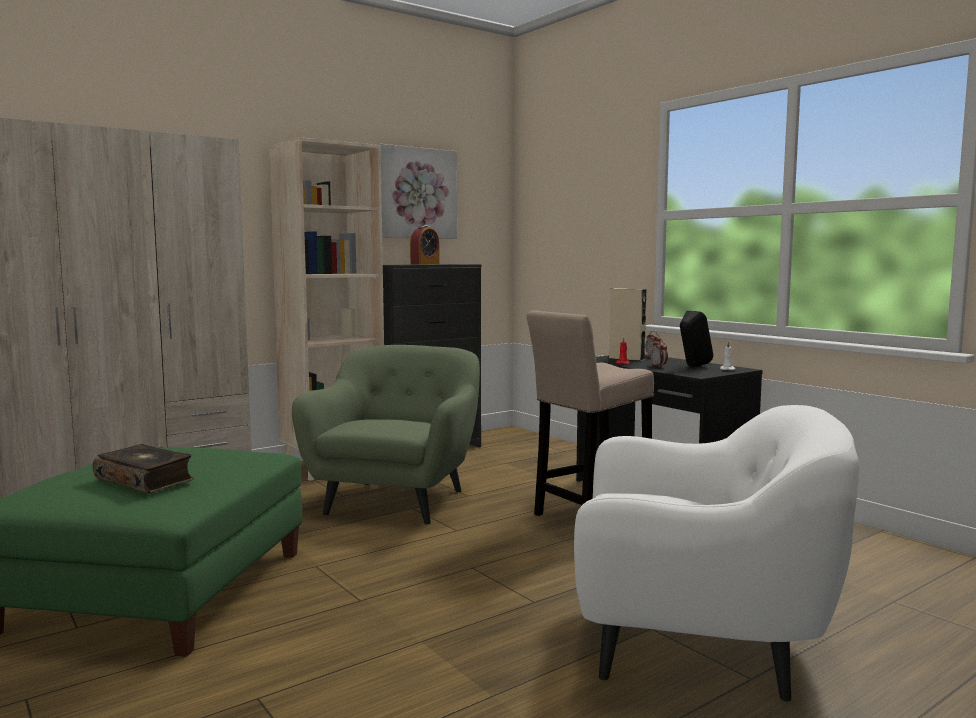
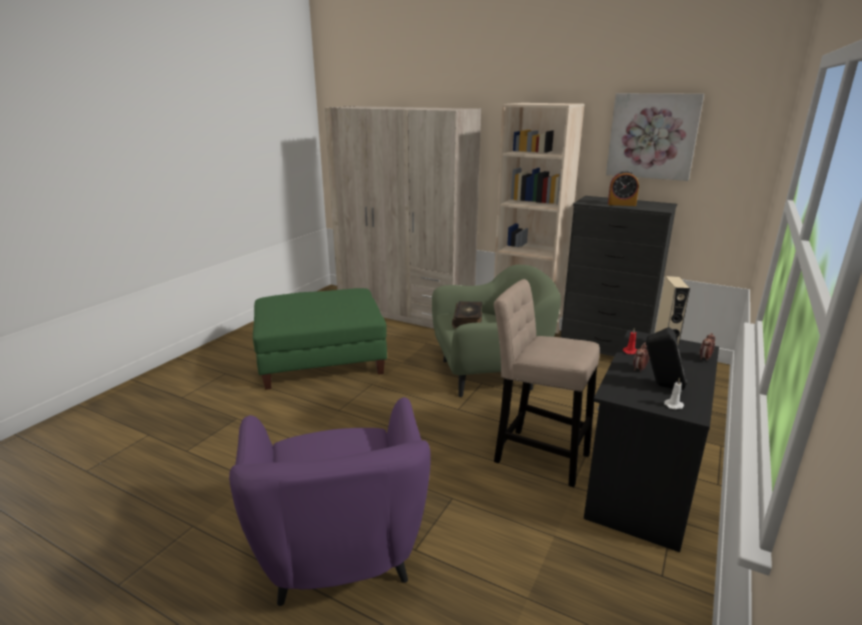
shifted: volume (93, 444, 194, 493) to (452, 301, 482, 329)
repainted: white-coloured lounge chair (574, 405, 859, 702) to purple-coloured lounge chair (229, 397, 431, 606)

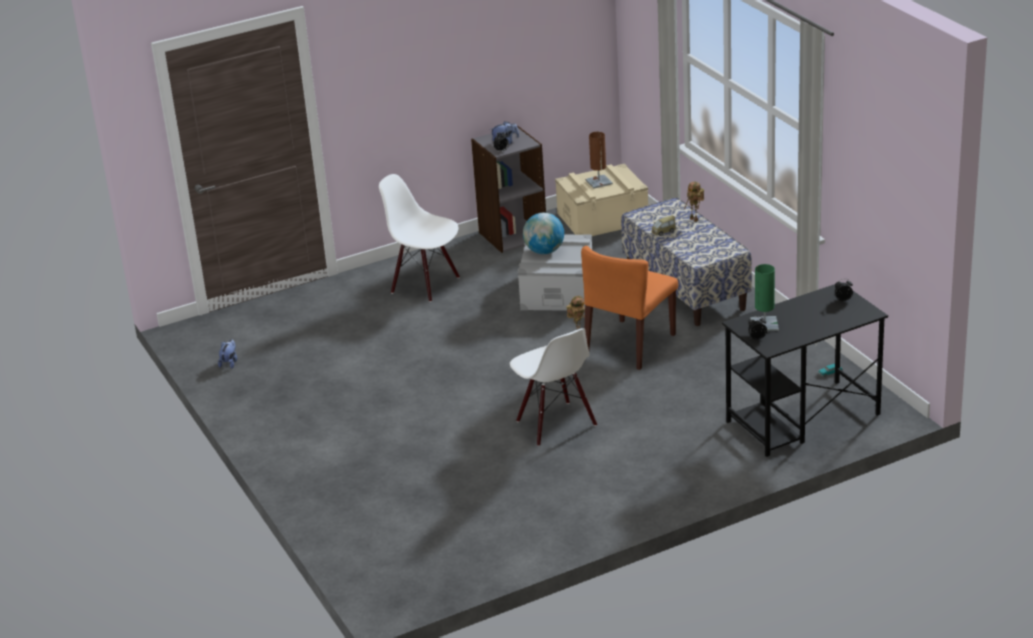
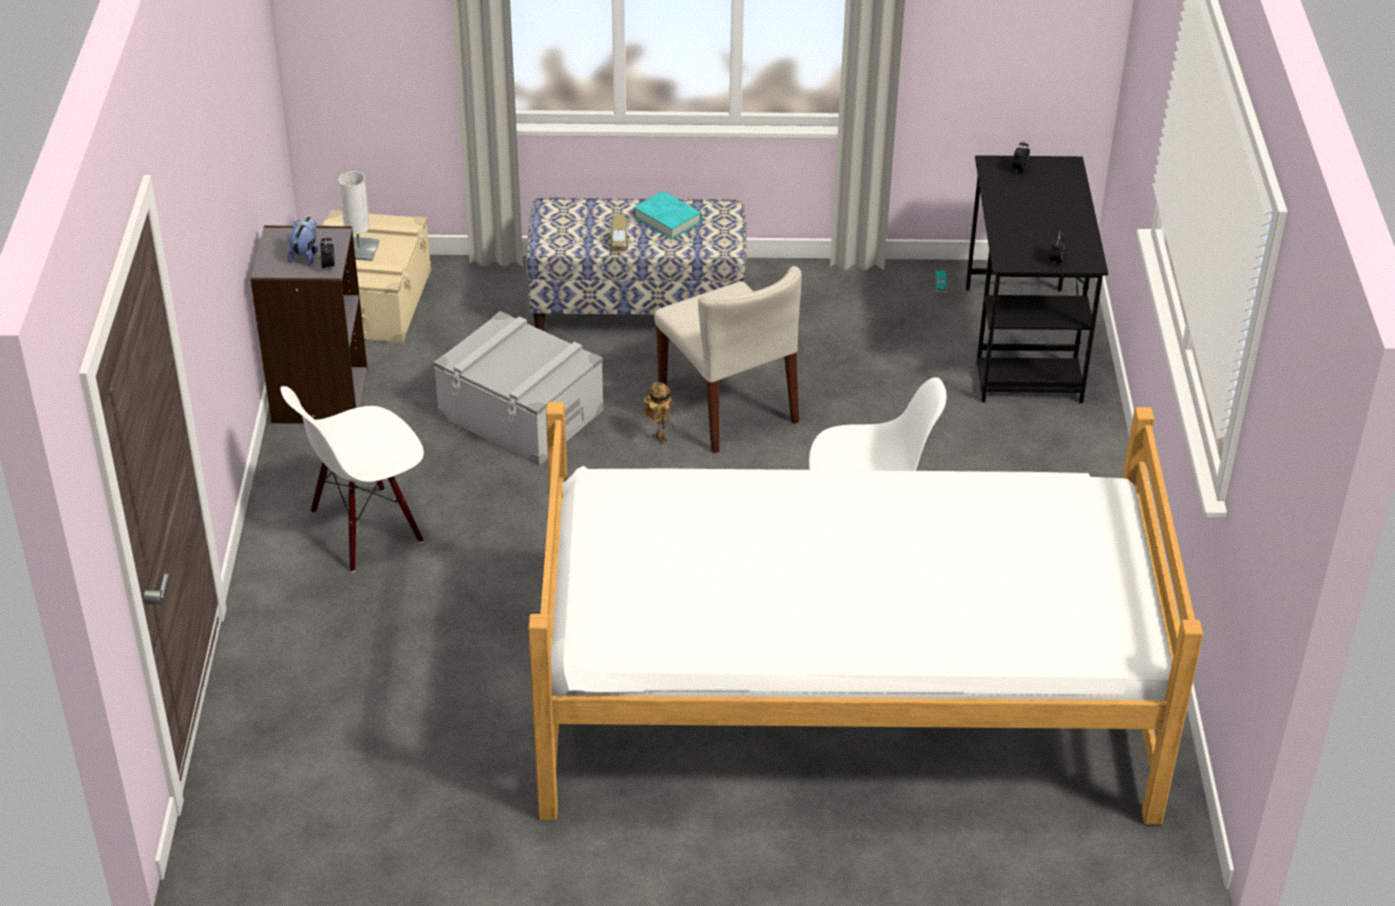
gone: soft toy (218, 339, 237, 368); world globe (523, 213, 564, 254); model robot (685, 182, 704, 222); greenish table lamp (750, 264, 779, 331)
new: sleeping bed (528, 402, 1203, 825); turquoise volume (634, 191, 702, 239)
repainted: brown-coloured table lamp (585, 132, 613, 189) to white-coloured table lamp (339, 171, 380, 261); orangey chair (581, 246, 678, 370) to beige chair (654, 266, 802, 453)

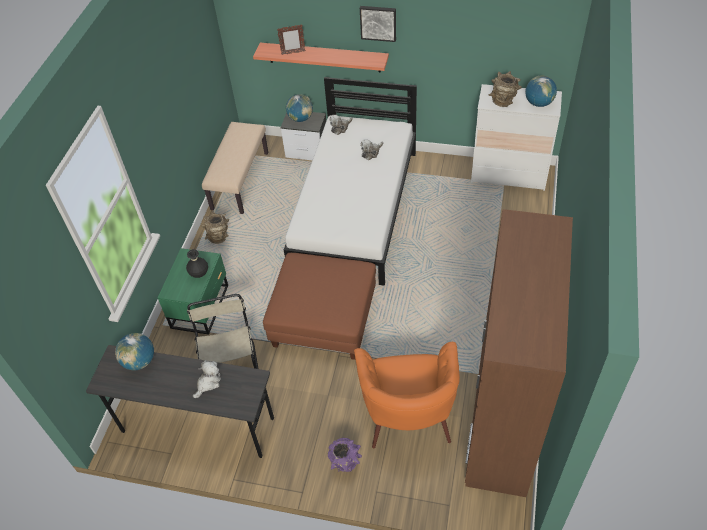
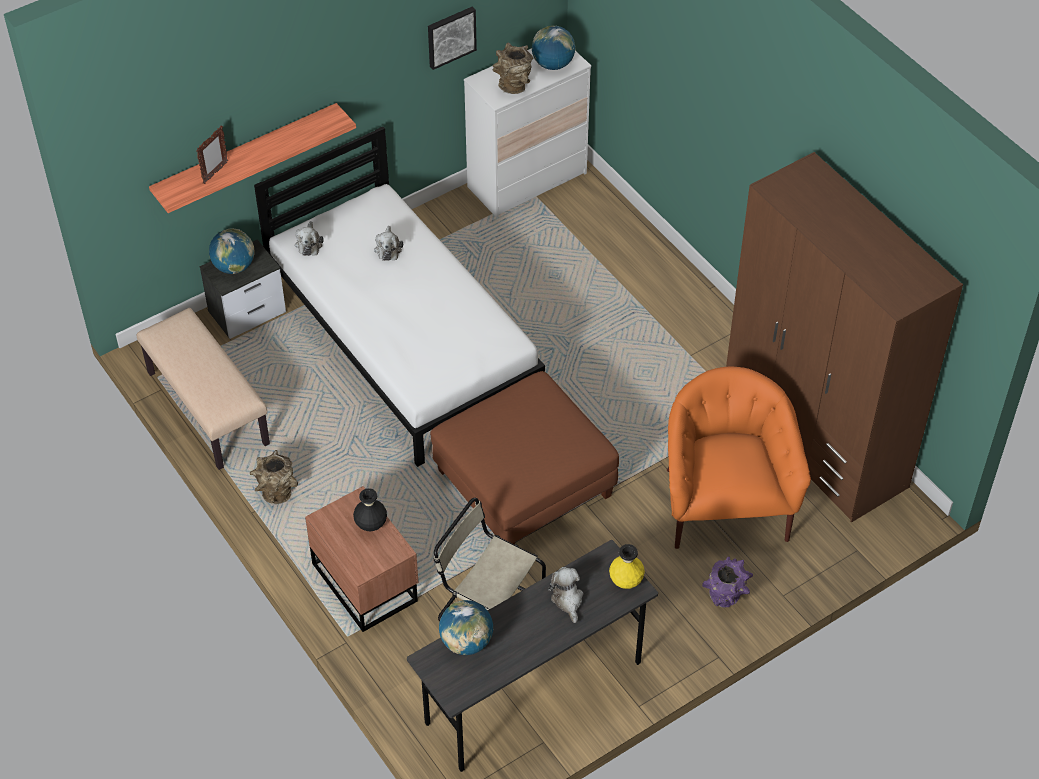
new: yellowish flower vase (609, 544, 645, 589)
shifted: wall art (360, 6, 396, 42) to (428, 7, 477, 70)
repainted: greenish night table (158, 248, 228, 335) to brown-coloured night table (305, 486, 419, 632)
rotated: orangey lounge chair (354, 342, 460, 449) = (667, 367, 811, 549) 135 degrees counterclockwise

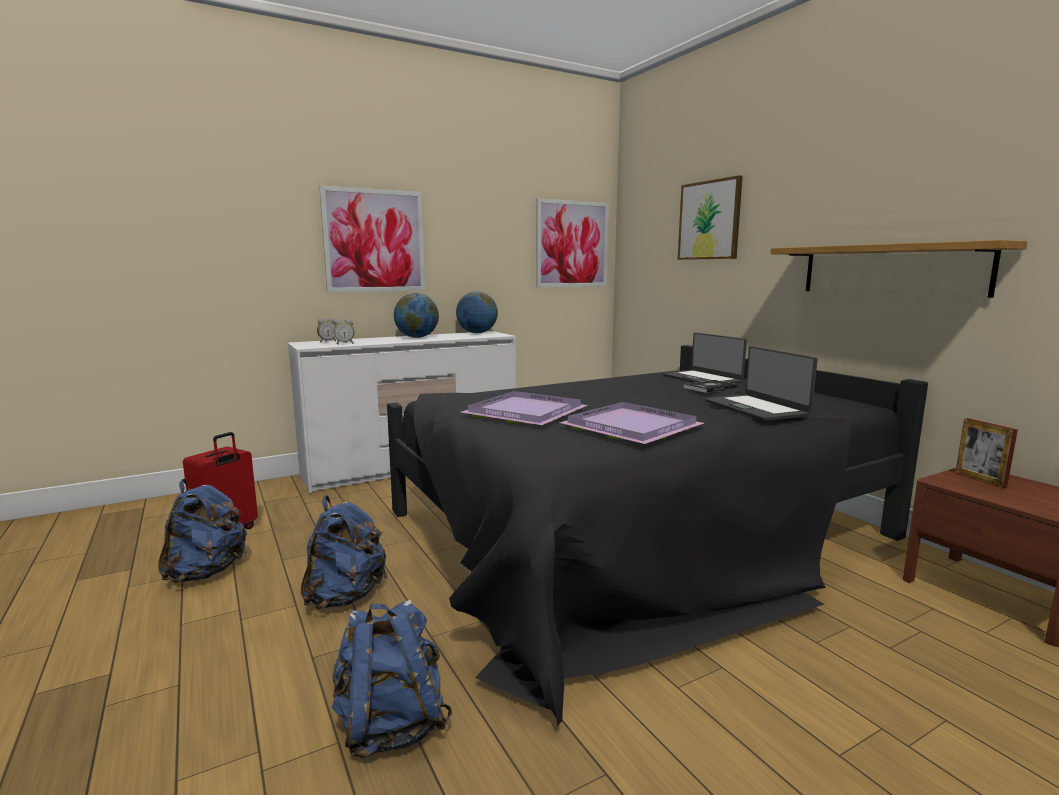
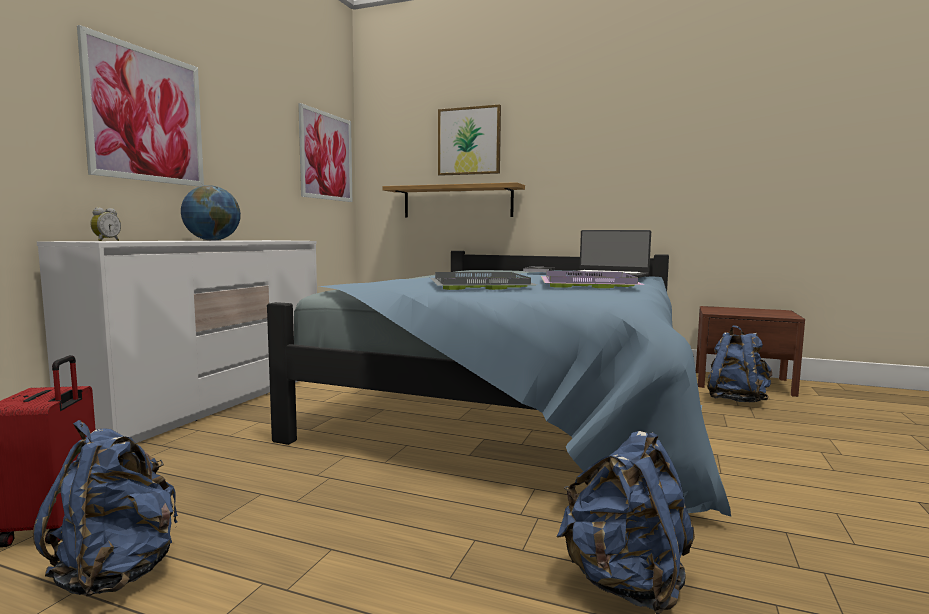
gone: bedside clock (334, 320, 355, 344); world globe (456, 291, 498, 333); laptop (663, 332, 747, 384); picture frame (955, 418, 1018, 488)
shifted: shelf (770, 240, 1027, 298) to (383, 182, 525, 217); blue-coloured rucksack (301, 495, 387, 609) to (707, 325, 772, 403)
repainted: black sleeping bed (387, 345, 928, 726) to blue-coloured sleeping bed (267, 251, 731, 517); purple-coloured serving tray (461, 391, 588, 425) to grey serving tray (430, 272, 537, 290)

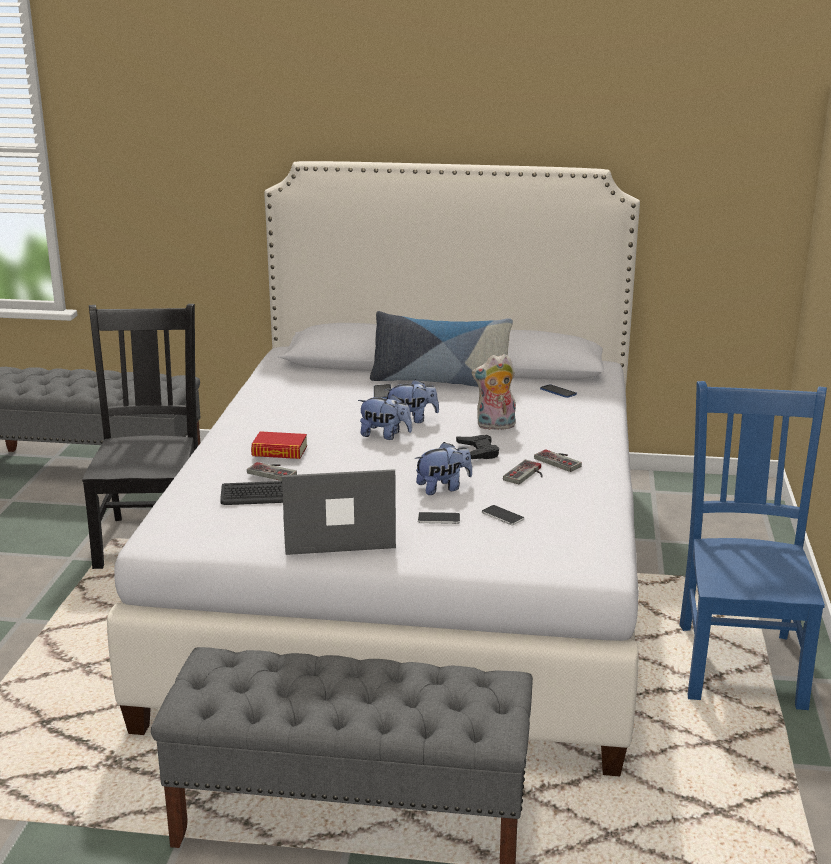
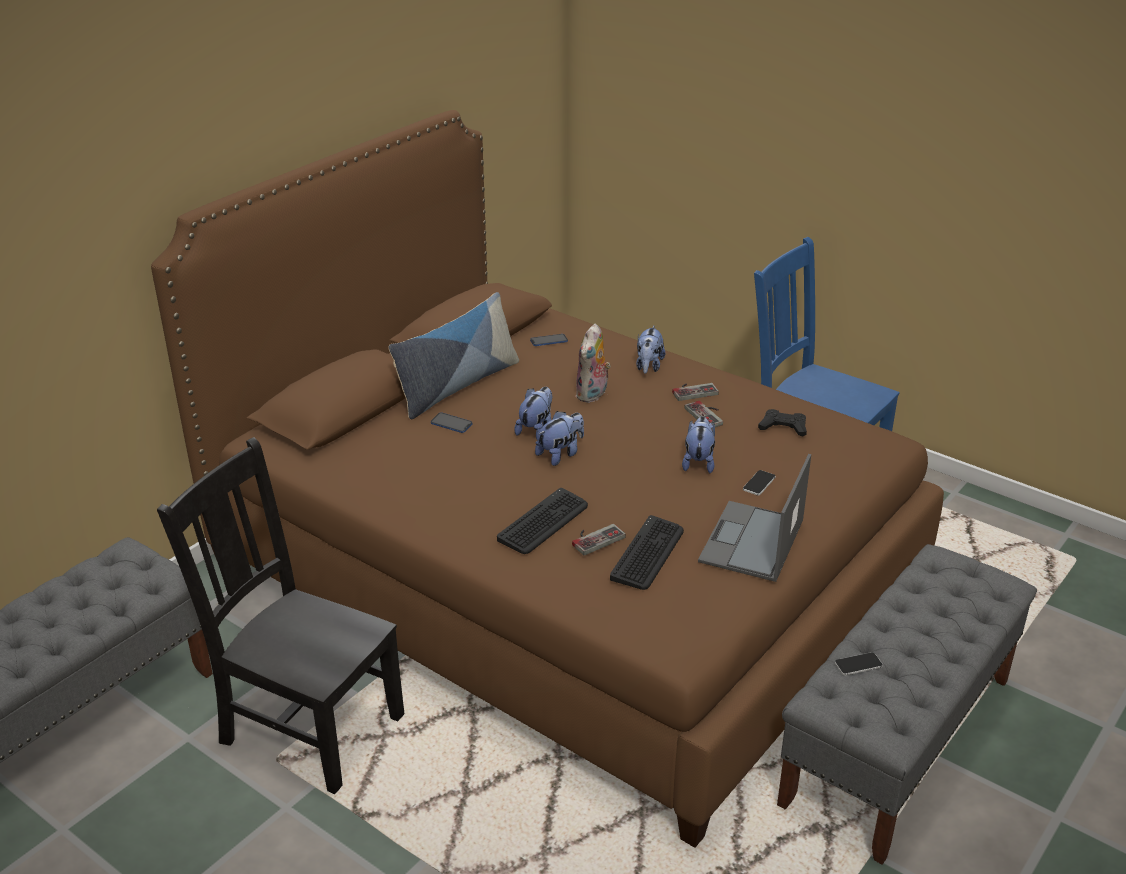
new: soft toy (636, 325, 665, 374)
shifted: black game controller (456, 435, 499, 459) to (758, 409, 807, 436); handset (482, 505, 524, 526) to (835, 652, 883, 675)
swapped: volume (251, 431, 307, 459) to computer keyboard (497, 488, 588, 554)
repainted: white-coloured sleeping bed (107, 161, 640, 777) to brown-coloured sleeping bed (151, 110, 944, 848)

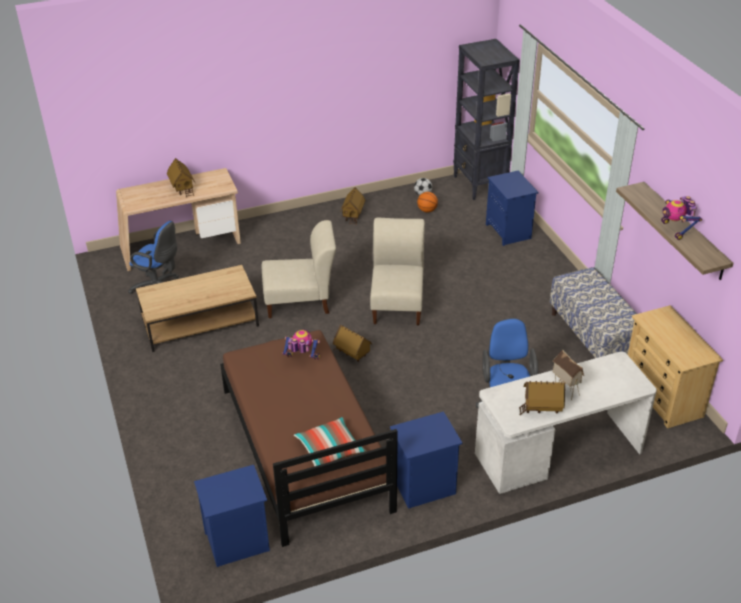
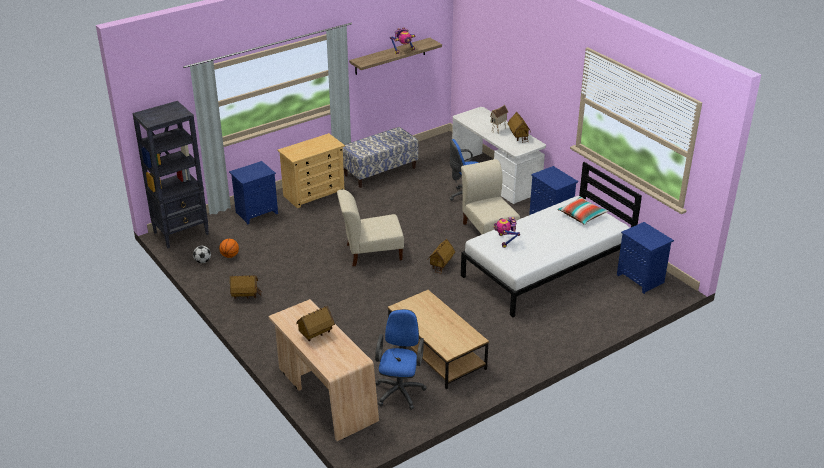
shifted: beige chest of drawers (628, 305, 723, 428) to (277, 133, 345, 208); beige chair (262, 220, 336, 318) to (461, 159, 520, 234)
repainted: brown-coloured sleeping bed (220, 330, 398, 547) to white-coloured sleeping bed (461, 162, 642, 317)

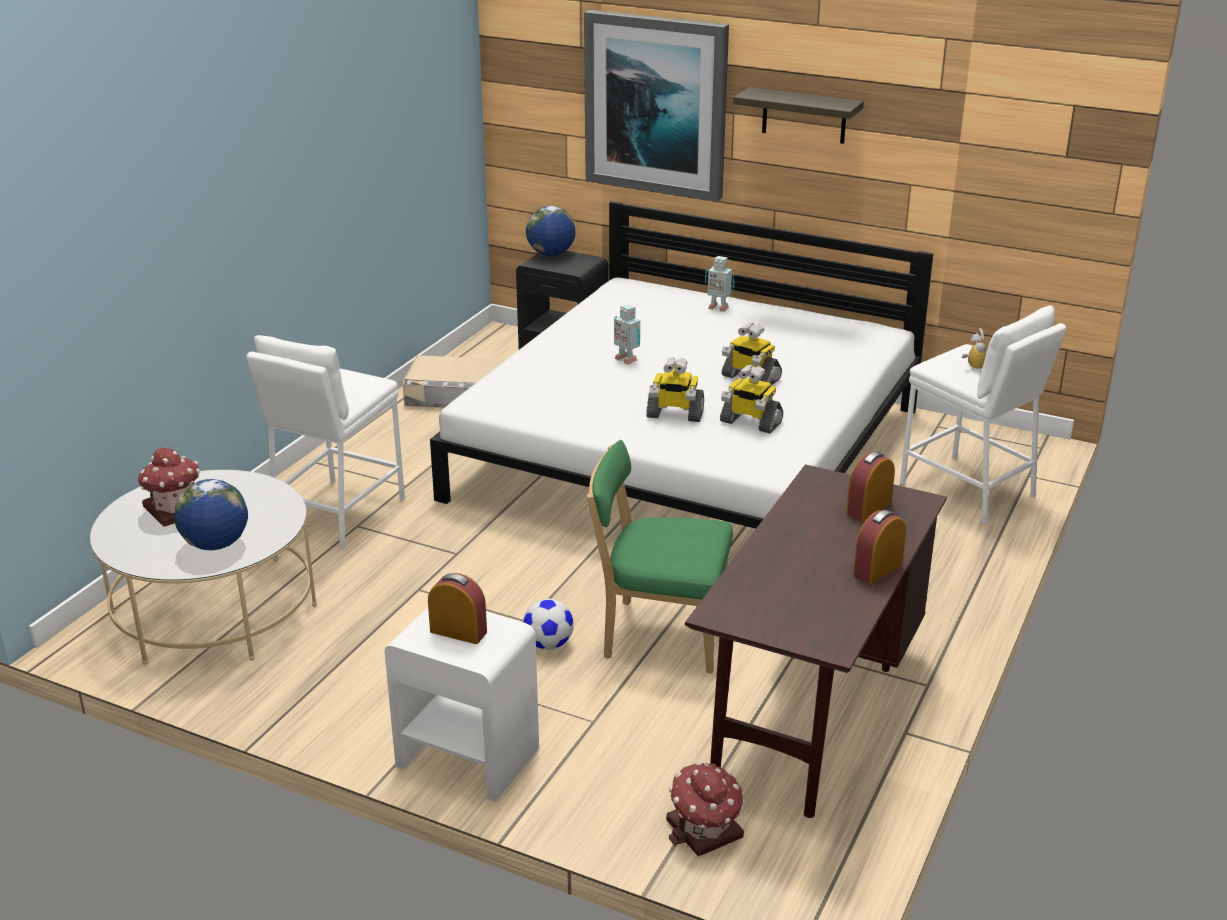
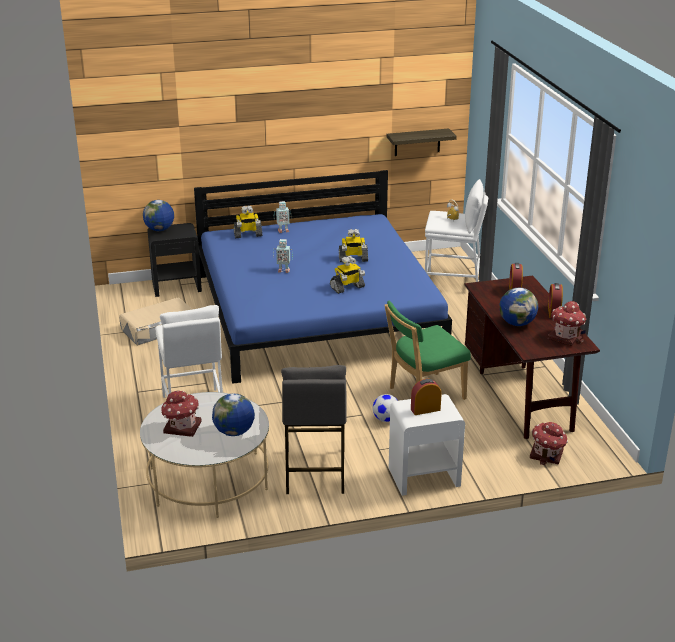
gone: wall art (584, 10, 729, 202)
new: grey sitting stool (281, 365, 347, 494); world globe (500, 288, 538, 326); toy house (547, 301, 587, 346)
shifted: model robot (720, 365, 783, 433) to (234, 206, 262, 238); shelf (733, 87, 864, 144) to (387, 128, 457, 156)
repainted: white-coloured sleeping bed (430, 201, 934, 529) to blue-coloured sleeping bed (194, 170, 452, 384)

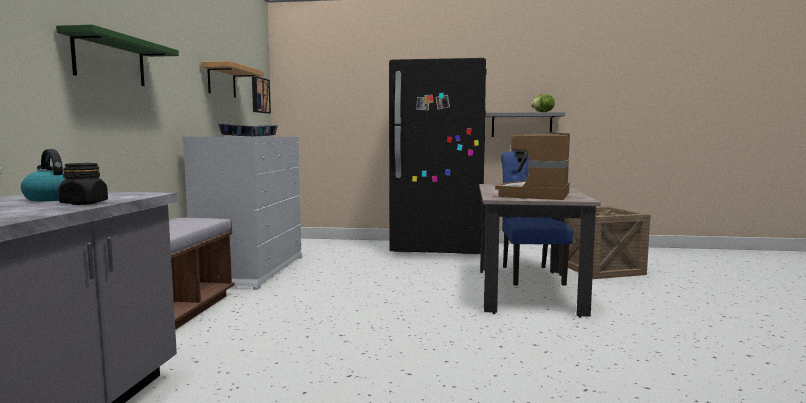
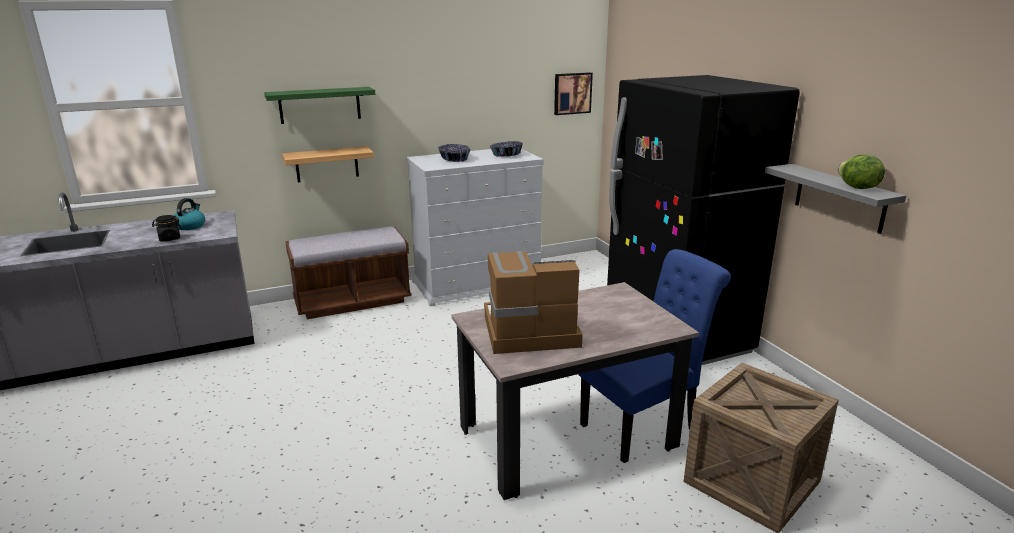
shifted: shelf (202, 61, 264, 98) to (282, 146, 374, 182)

